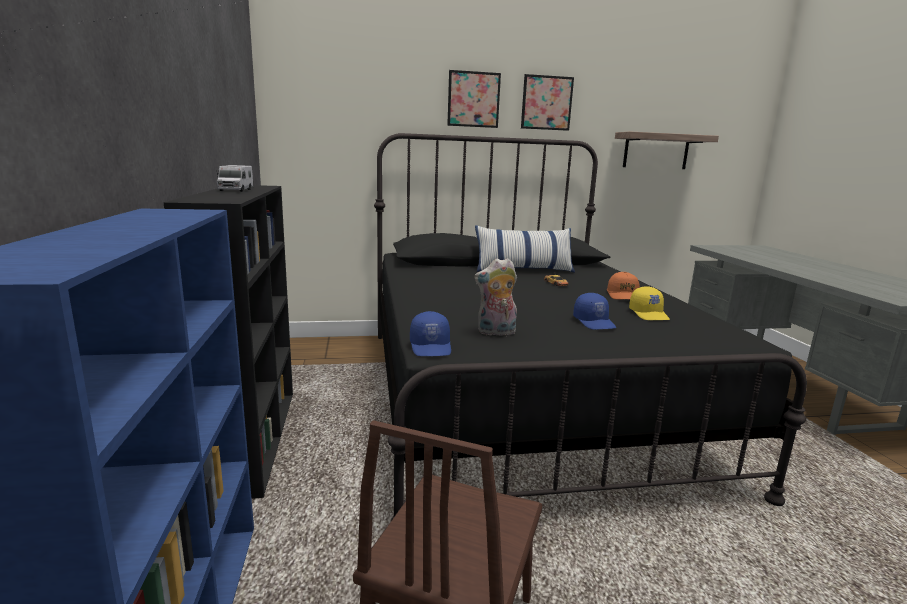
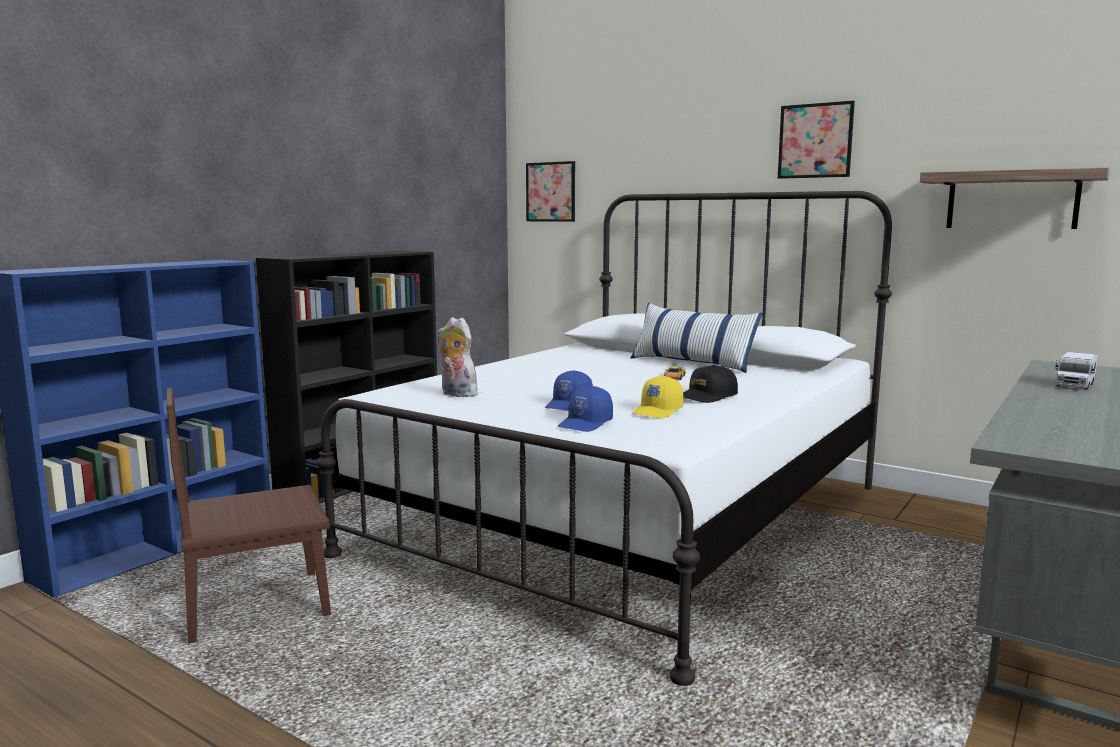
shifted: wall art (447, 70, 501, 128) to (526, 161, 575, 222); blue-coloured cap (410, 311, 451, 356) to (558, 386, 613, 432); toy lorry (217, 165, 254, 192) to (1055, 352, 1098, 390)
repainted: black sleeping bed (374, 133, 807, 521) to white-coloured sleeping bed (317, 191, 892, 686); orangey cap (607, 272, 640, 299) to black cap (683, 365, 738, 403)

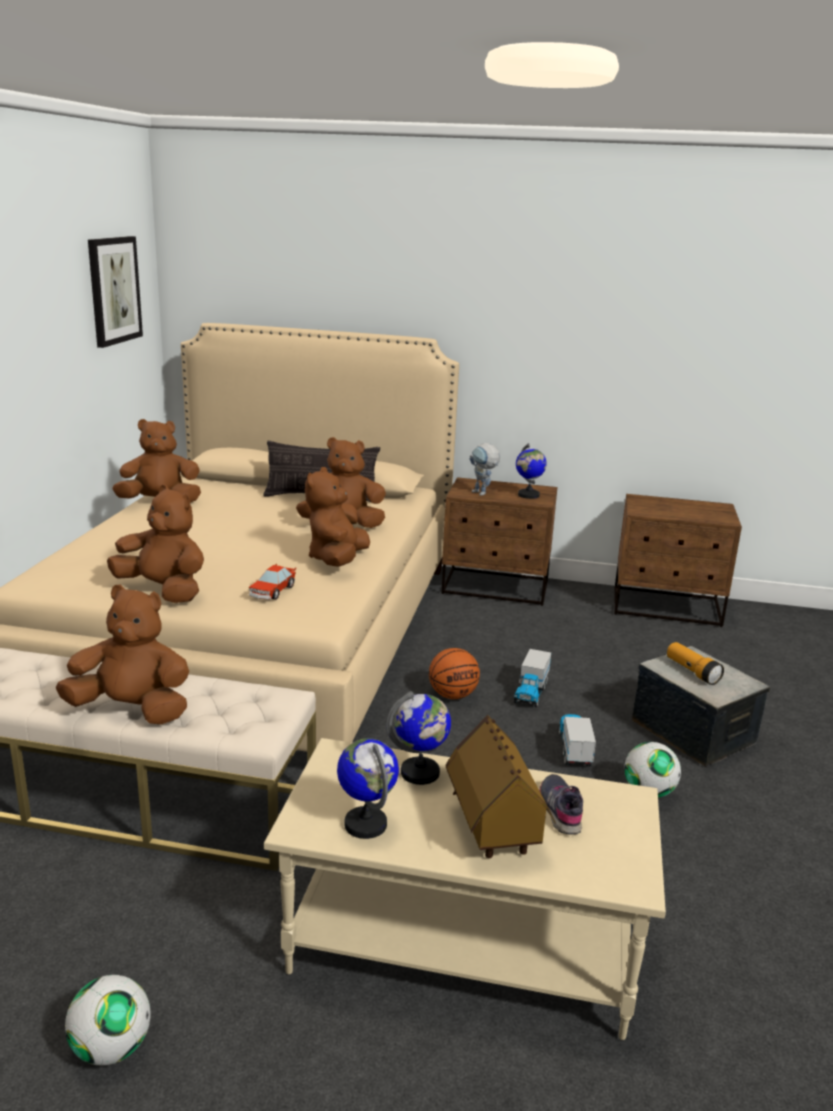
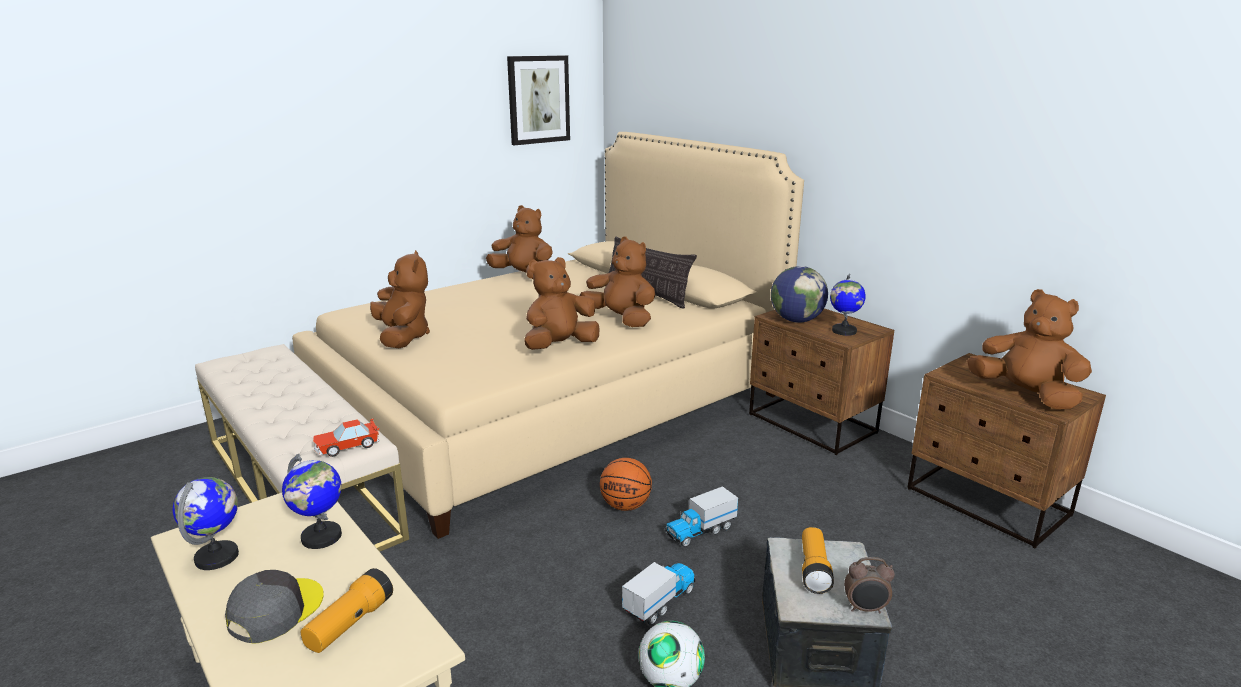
gone: ball for football (65, 975, 150, 1065)
new: bedside clock (844, 557, 895, 613)
shifted: miniature car (249, 564, 296, 600) to (313, 418, 380, 457); brown-coloured soft toy (56, 584, 189, 725) to (967, 289, 1092, 409)
swapped: toy house (446, 715, 556, 858) to grey cap (225, 570, 324, 643); grey shoe (539, 774, 583, 835) to hand torch (301, 568, 393, 653); model robot (469, 443, 500, 496) to world globe (771, 266, 828, 323)

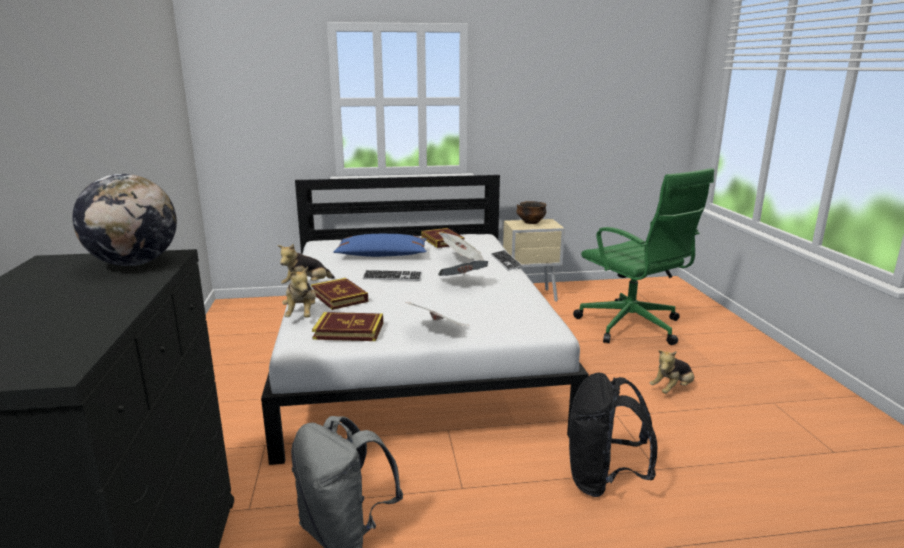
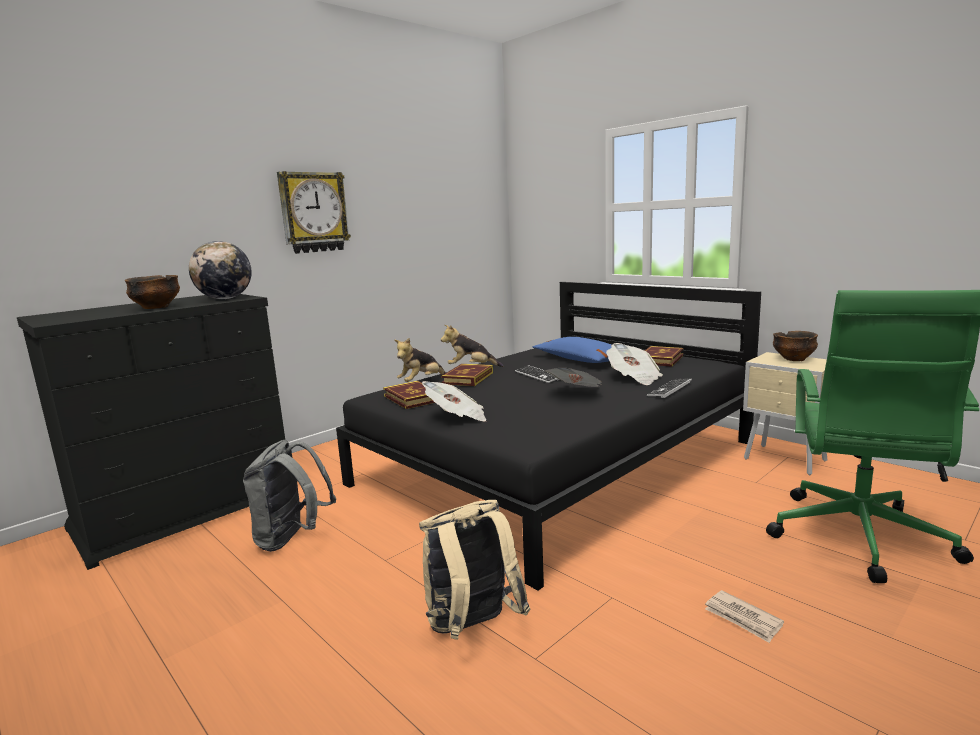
new: deep dish (124, 275, 180, 309); hanging clock (277, 171, 351, 254)
swapped: soft toy (650, 350, 694, 394) to newspaper (705, 590, 784, 643)
repainted: white-coloured sleeping bed (261, 175, 589, 465) to black sleeping bed (336, 282, 761, 591); black rucksack (569, 373, 658, 497) to beige rucksack (419, 500, 530, 640)

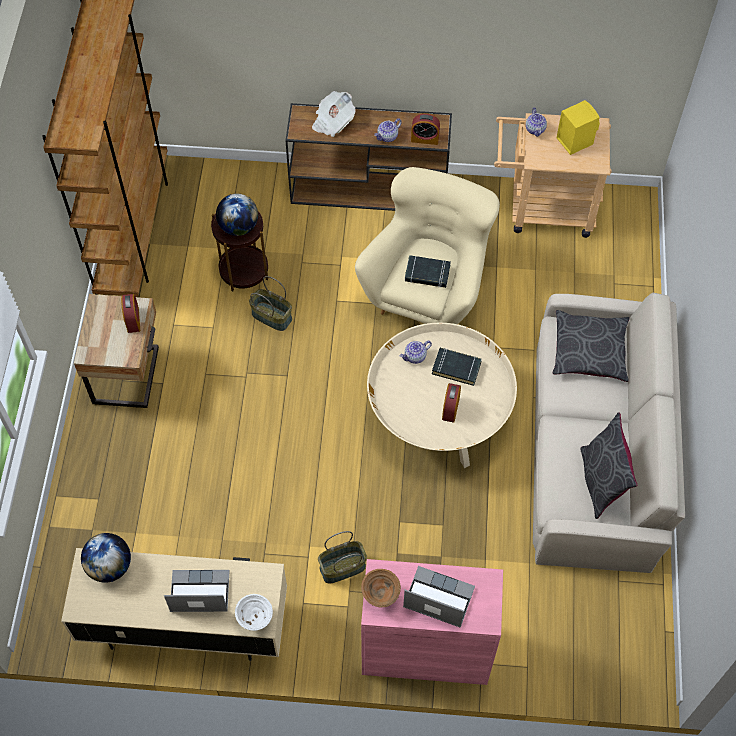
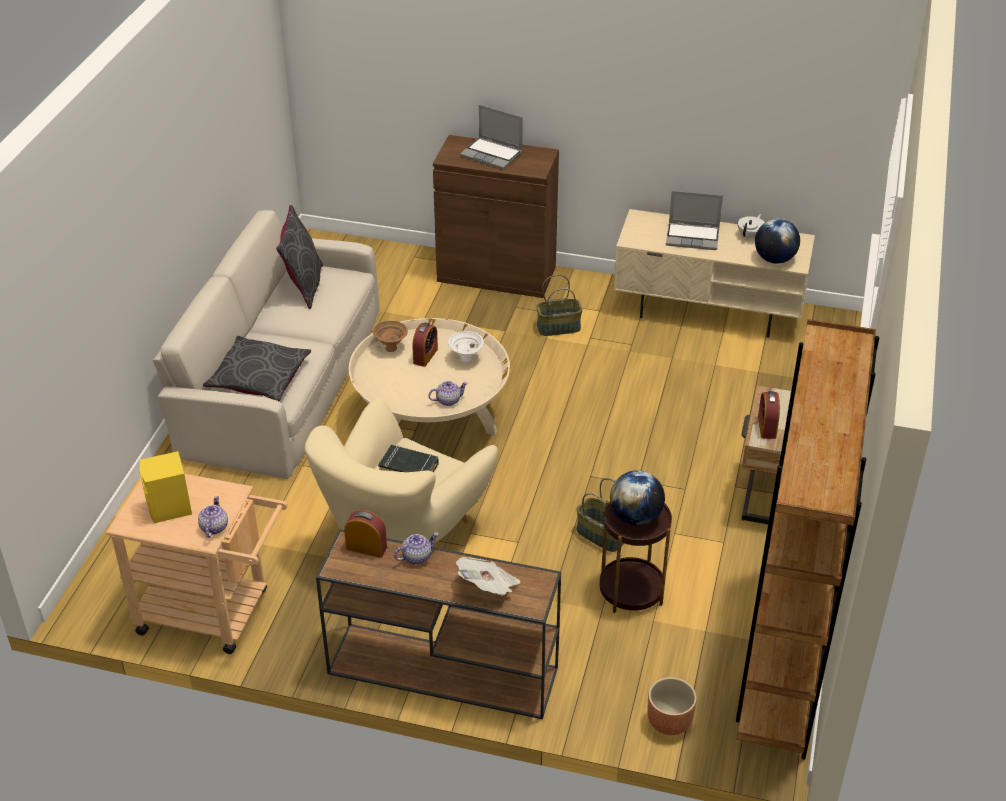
gone: black volume (432, 348, 482, 386)
new: brown-coloured planter (647, 677, 697, 735); white-coloured pot for tea (738, 214, 765, 239)
shifted: brown-coloured deep dish (361, 569, 401, 608) to (373, 321, 408, 352); white-coloured deep dish (235, 594, 273, 631) to (448, 331, 484, 362)
repainted: pink-coloured storage cabinet (361, 559, 503, 685) to brown-coloured storage cabinet (433, 135, 559, 298)

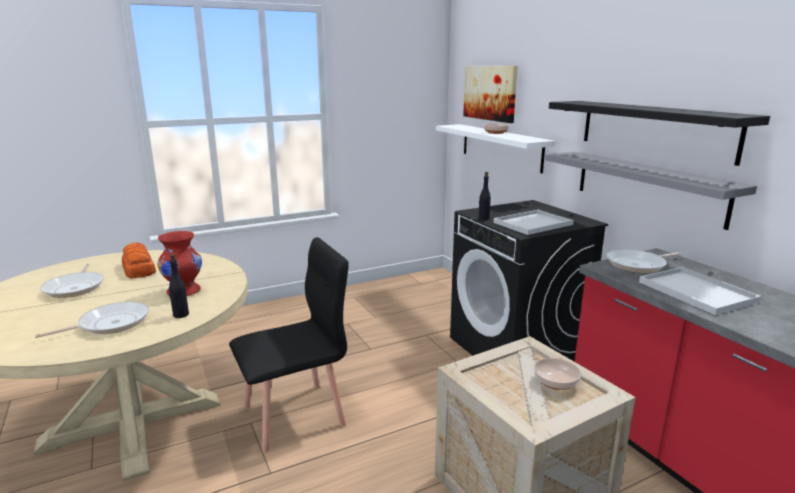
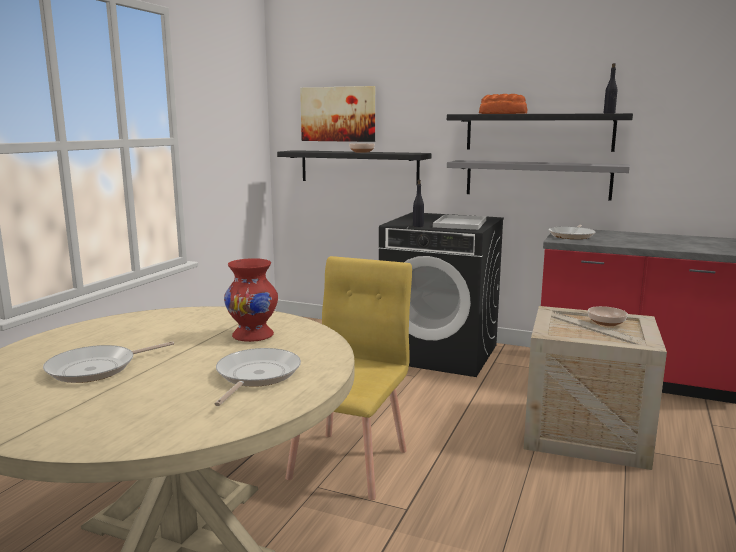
gone: white-coloured serving tray (639, 267, 761, 315)
shifted: bakery bread (122, 242, 156, 278) to (479, 94, 527, 114); black drink bottle (169, 254, 189, 318) to (604, 63, 617, 113)
repainted: white-coloured shelf (436, 124, 555, 173) to black shelf (277, 150, 431, 186); black chair (229, 237, 349, 453) to yellowish chair (285, 256, 412, 500)
rotated: skillet (40, 264, 104, 298) = (43, 341, 174, 383) 105 degrees clockwise

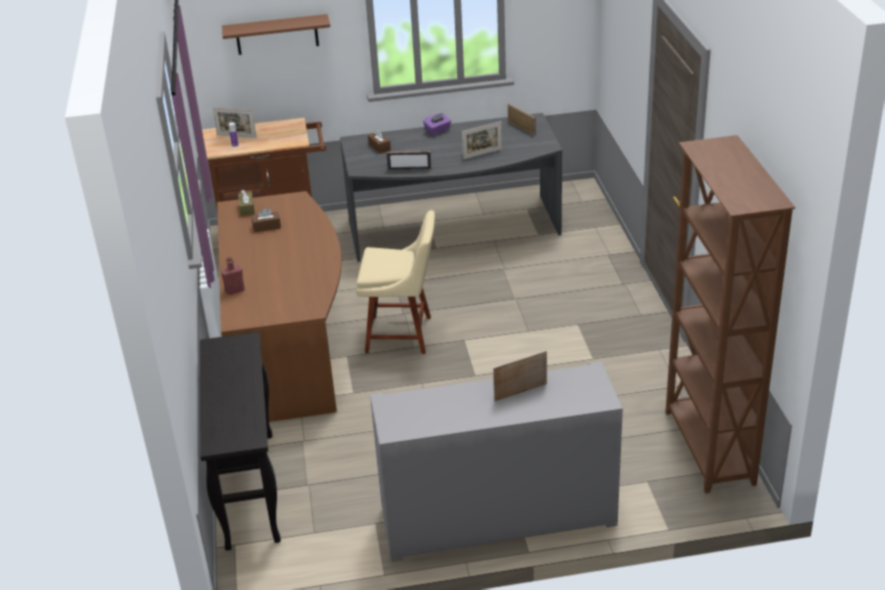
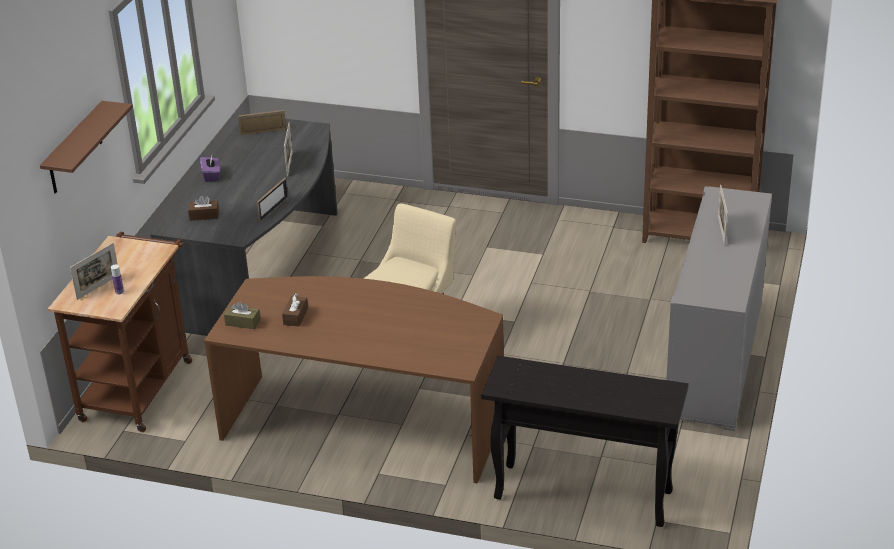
gone: reddish drink bottle (221, 257, 245, 295)

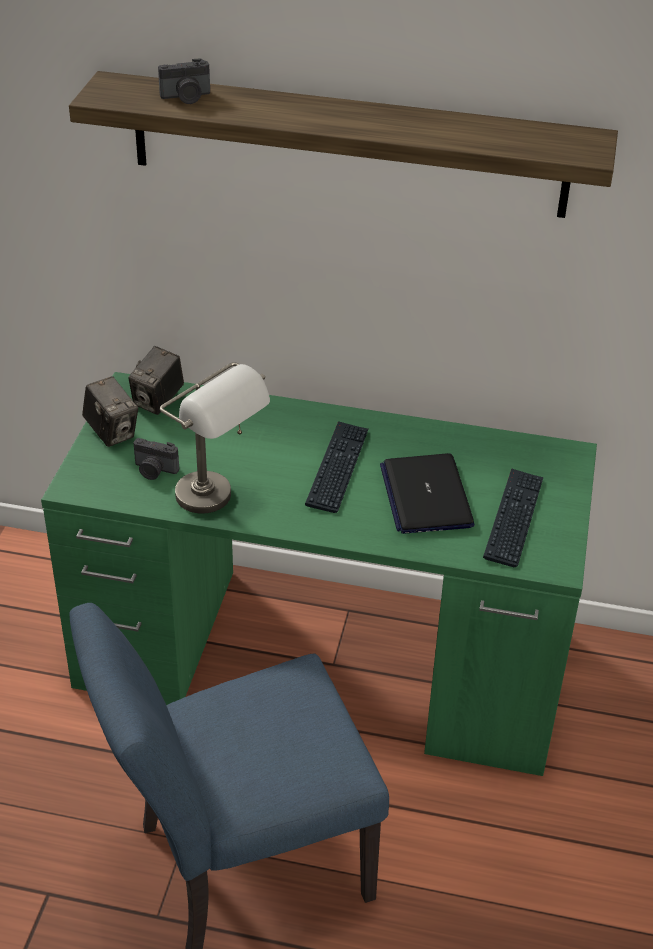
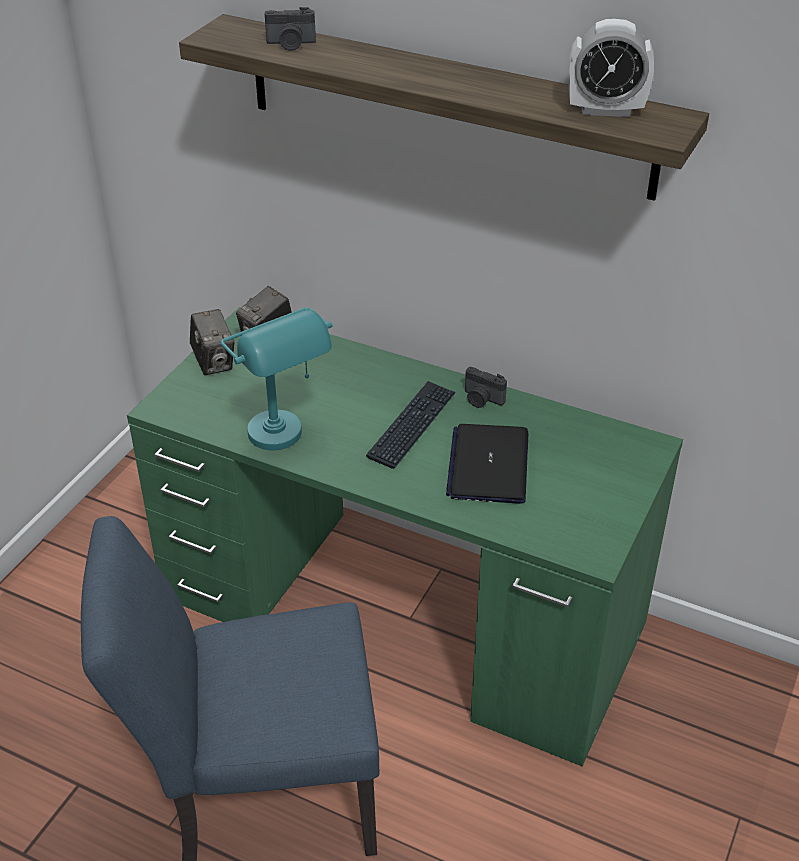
gone: computer keyboard (483, 468, 543, 567)
new: bedside clock (569, 19, 654, 117)
shifted: photo camera (133, 438, 179, 480) to (465, 367, 507, 408)
repainted: grey table lamp (160, 362, 270, 514) to turquoise table lamp (221, 307, 332, 451)

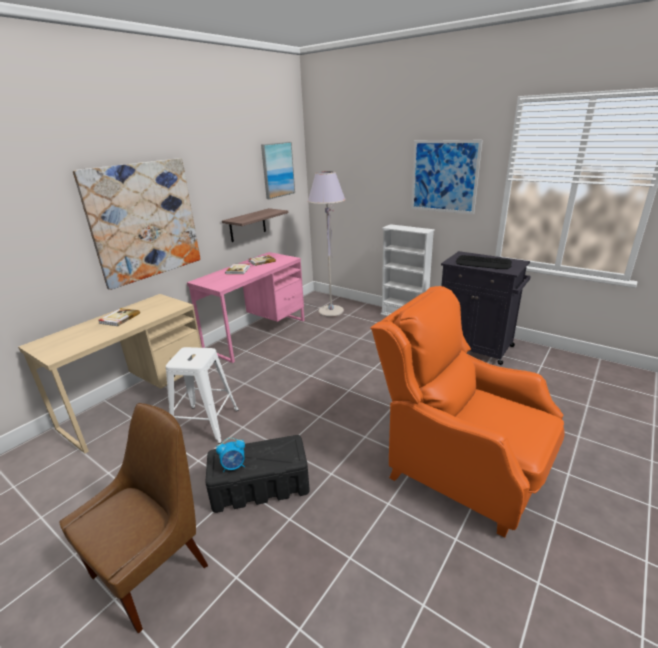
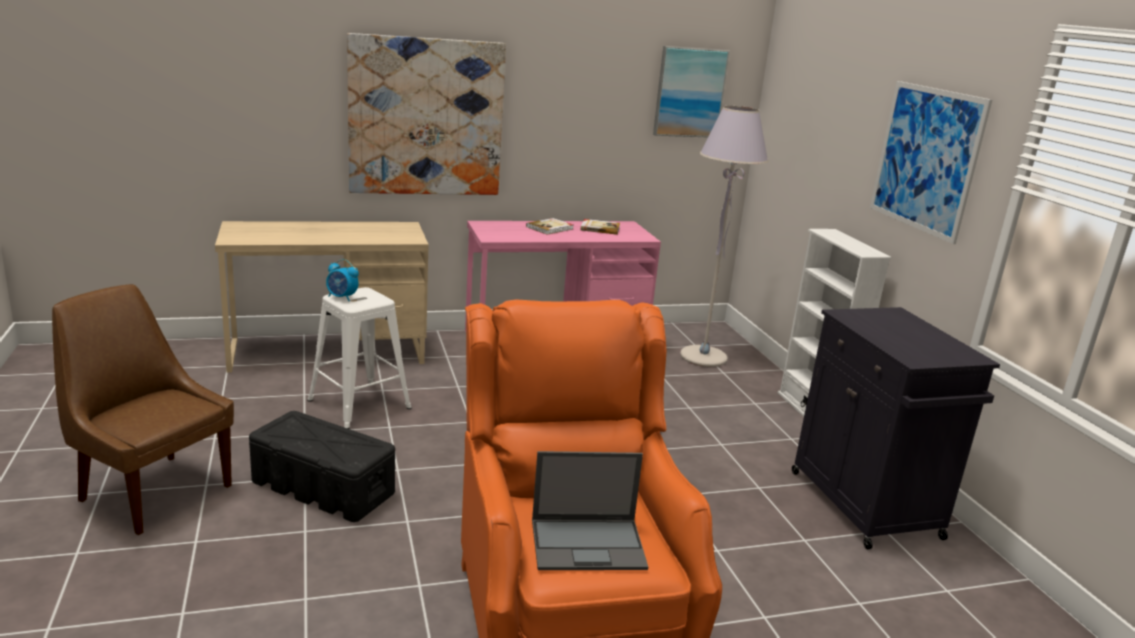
gone: volume (98, 308, 140, 326); shelf (222, 208, 288, 242); computer keyboard (456, 255, 512, 269)
new: laptop (532, 451, 648, 570)
shifted: bedside clock (216, 438, 245, 472) to (326, 259, 359, 301)
rotated: brown-coloured chair (59, 403, 208, 634) = (52, 284, 234, 535) 135 degrees counterclockwise

